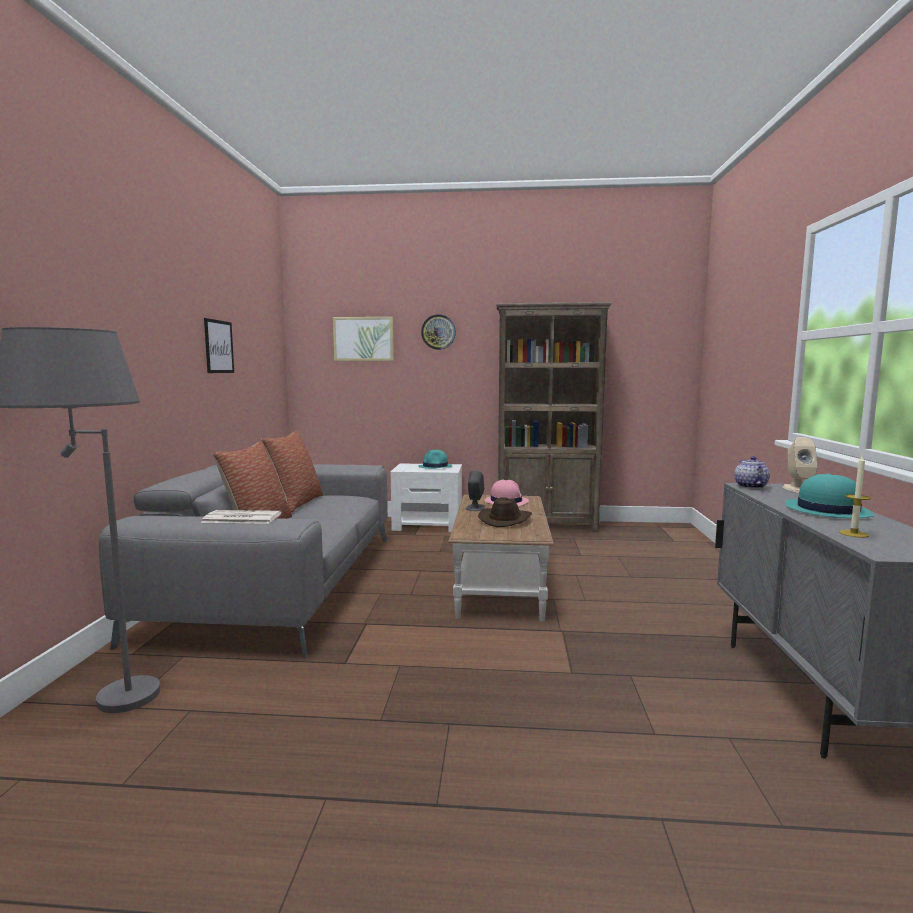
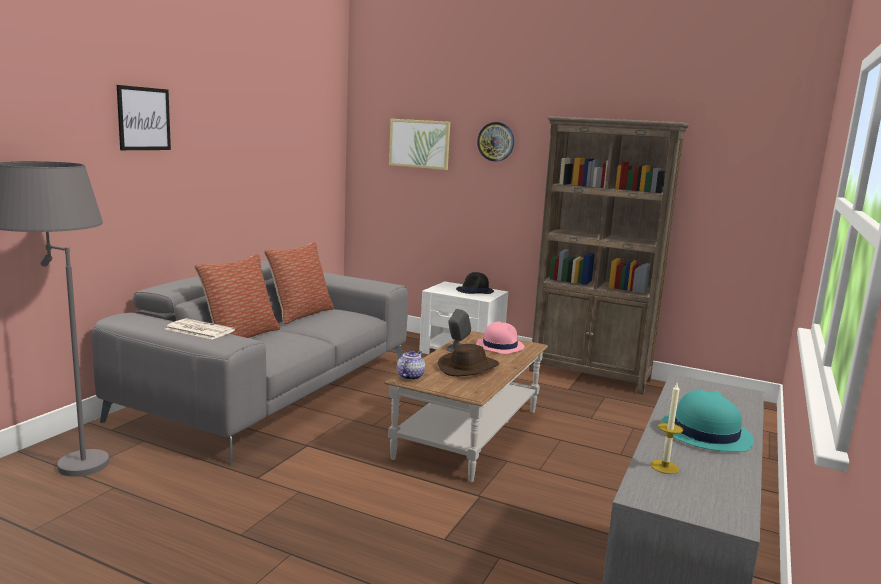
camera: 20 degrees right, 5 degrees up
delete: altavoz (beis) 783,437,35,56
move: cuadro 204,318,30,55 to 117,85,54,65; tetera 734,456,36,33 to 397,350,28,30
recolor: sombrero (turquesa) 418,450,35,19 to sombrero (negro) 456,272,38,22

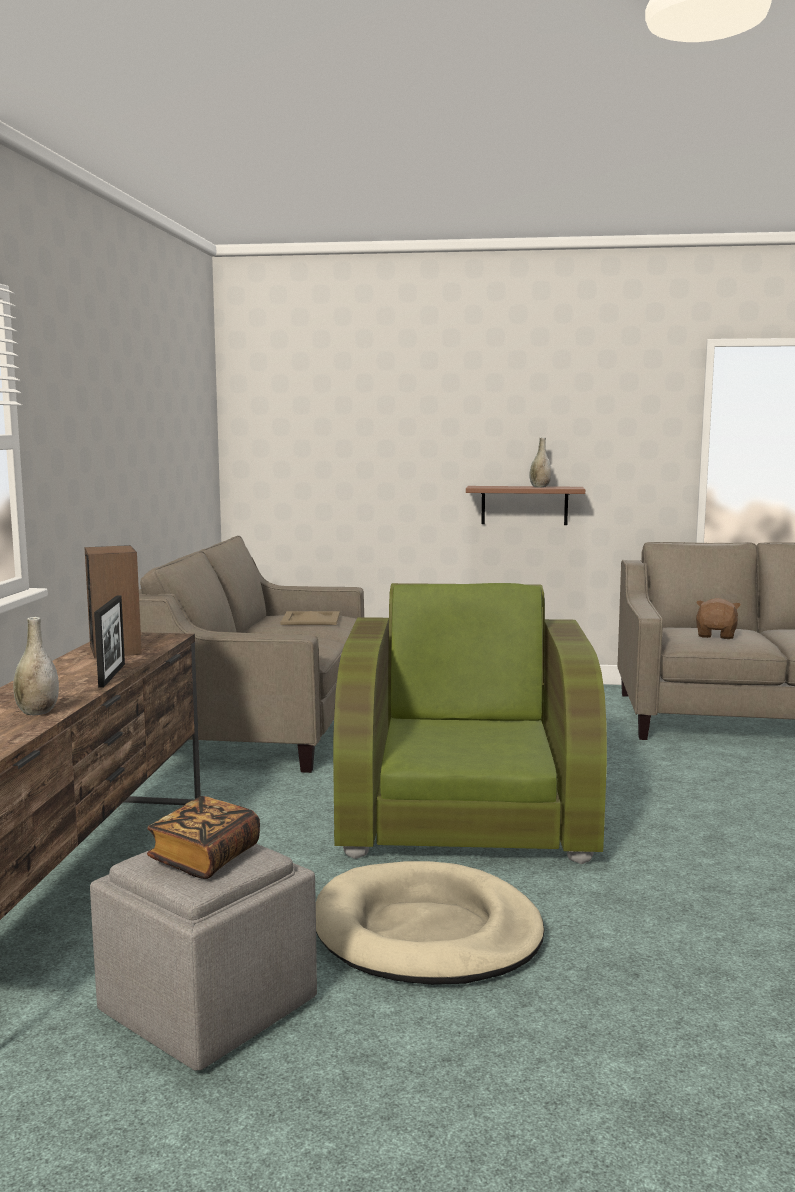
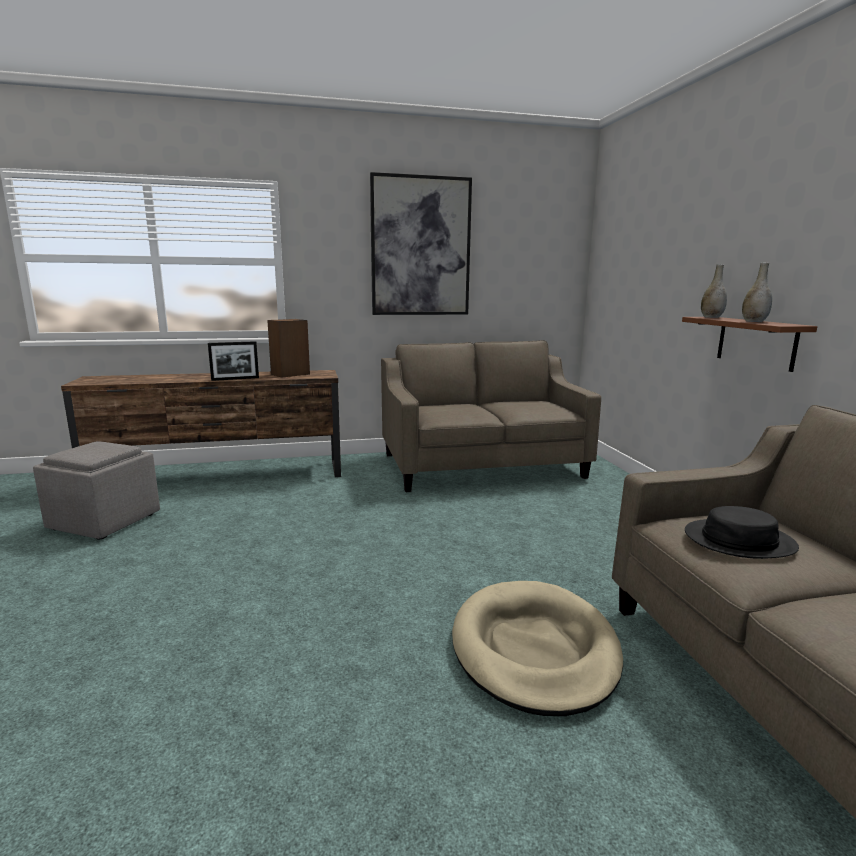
camera: 70 degrees right, 5 degrees up
delete: sillón (verde) 333,583,274,281; bandeja (beis) 280,611,60,14; libro 147,796,113,83
insert: cuadro 370,172,102,143
move: florero (gris) 13,617,46,98 to 701,264,26,54; cama para perro (beis) 316,861,228,124 to 452,581,171,135
replace: peluche (marrón) 696,598,45,41 to sombrero (negro) 685,506,114,53

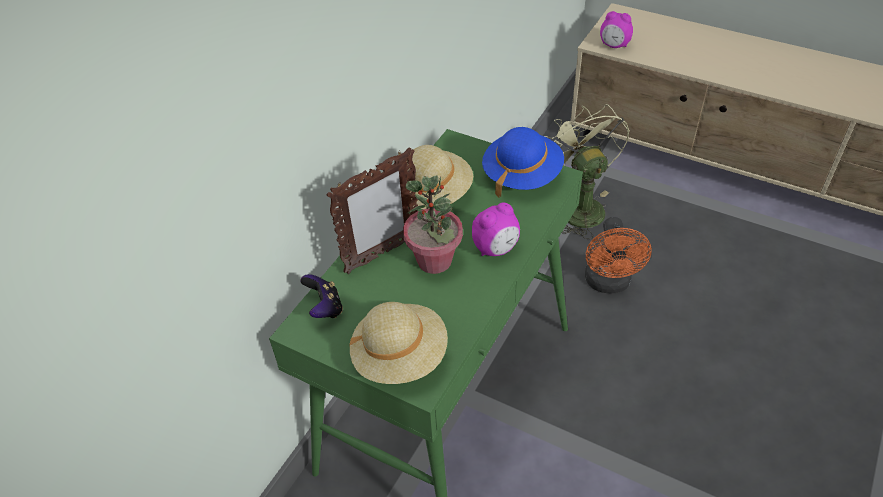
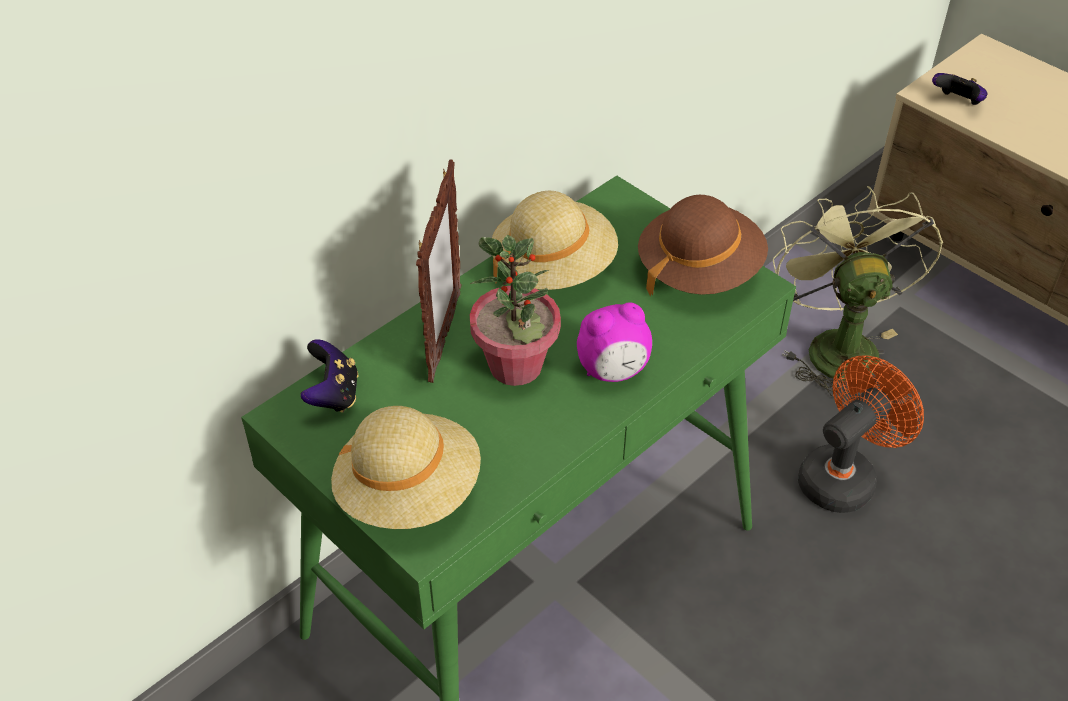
camera: 15 degrees right, 0 degrees up
replace: despertador 600,11,33,37 to mando de consola 932,73,56,32
recolor: sombrero (azul) 482,127,82,70 to sombrero (marrón) 638,195,130,101
rotate: portarretratos 326,147,92,127 = 416,159,45,224 60 degrees counterclockwise; ventilador (naranja) 585,217,67,76 = 798,356,126,157 150 degrees counterclockwise

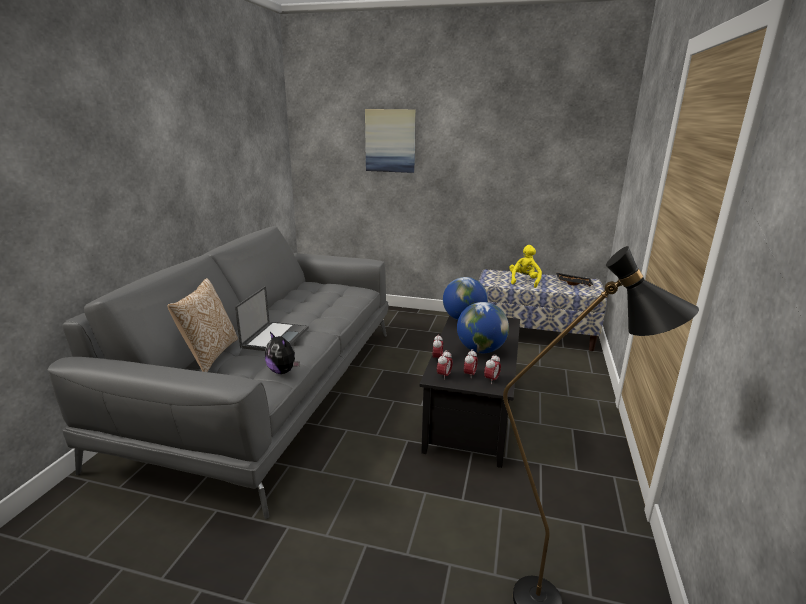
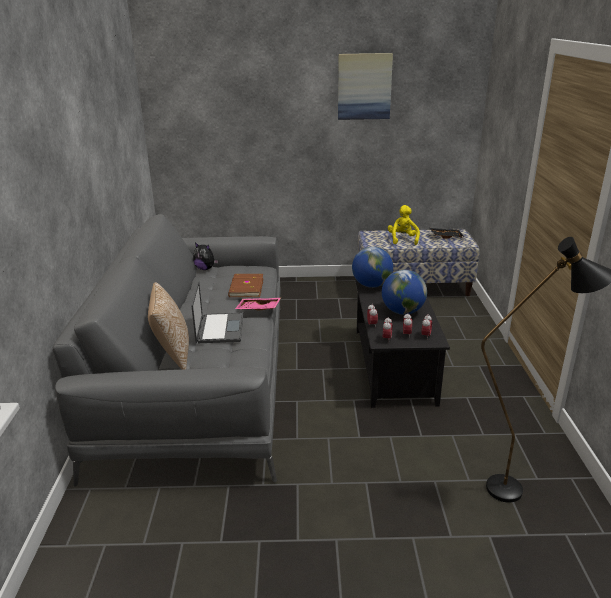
camera: 15 degrees left, 5 degrees up
insert: libro (marrón) 228,274,36,23; bandeja (rosa) 235,298,46,12
move: cuadro 365,109,51,64 to 338,53,55,67; peluche 265,332,35,42 to 193,242,25,28

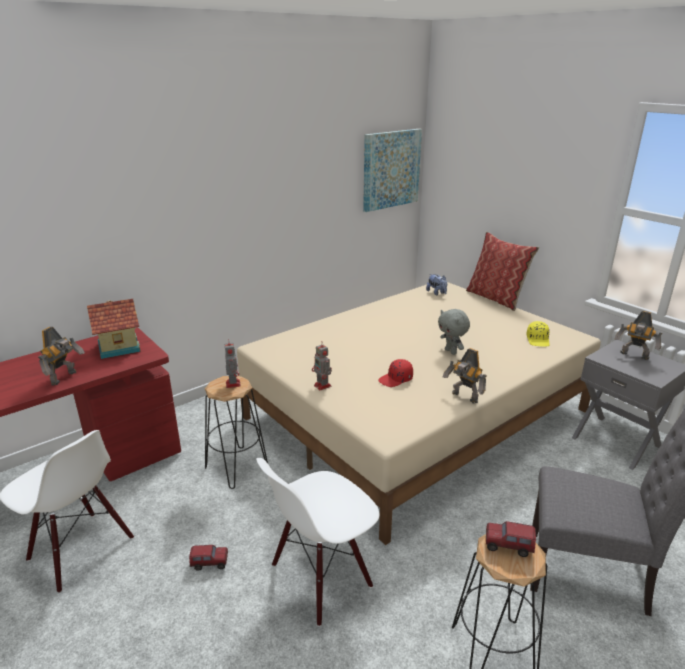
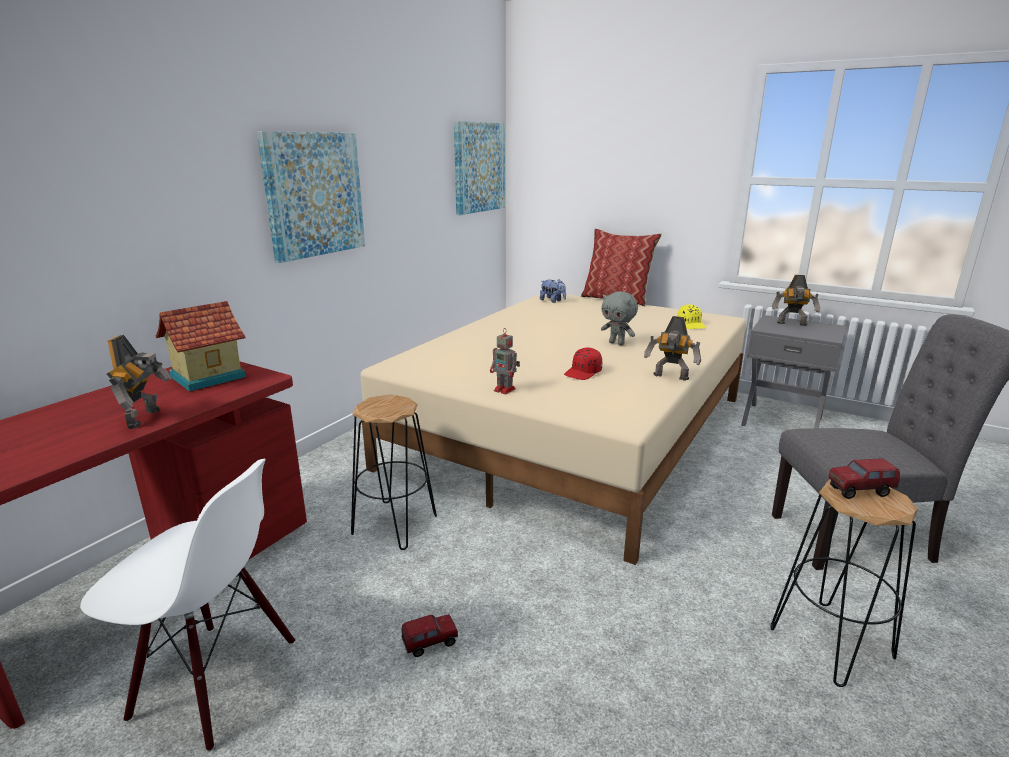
camera: 20 degrees left, 5 degrees down
delete: robot de juguete 225,343,16,45; silla (blanco) 256,458,123,169
insert: cuadro 257,131,108,132

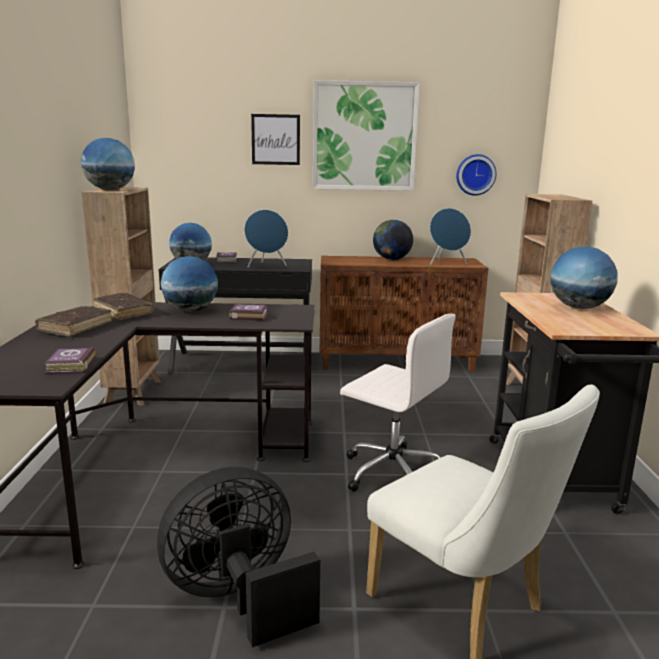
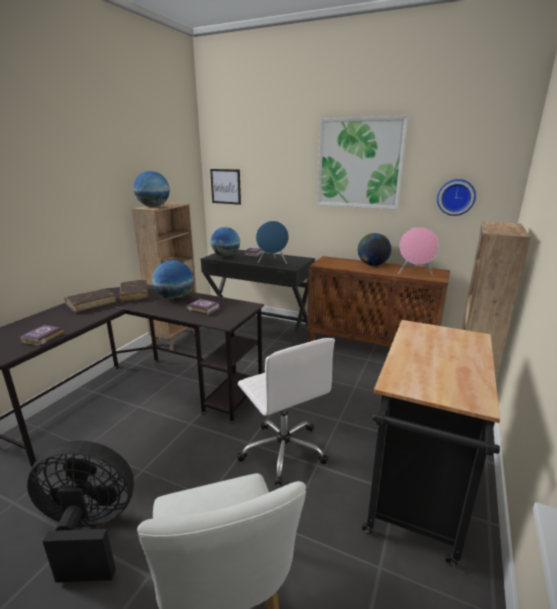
camera: 25 degrees right, 5 degrees up
delete: globo terráqueo 551,247,67,62
move: cuadro 251,114,49,51 to 210,169,31,36
recolor: altavoz (azul) 430,208,41,57 to altavoz (rosa) 398,227,41,49

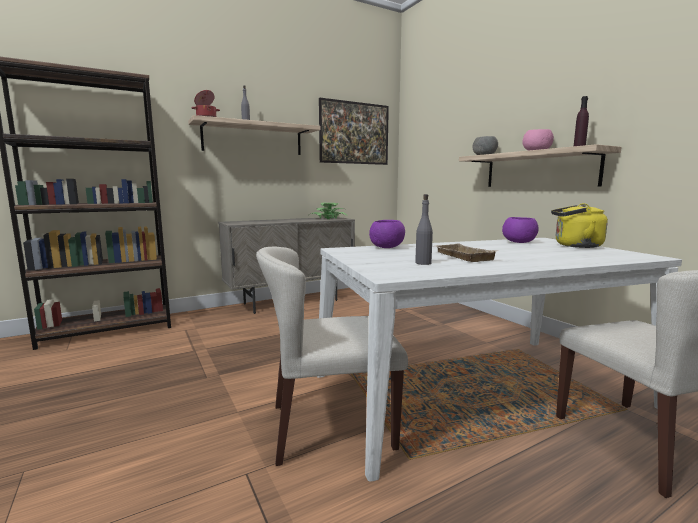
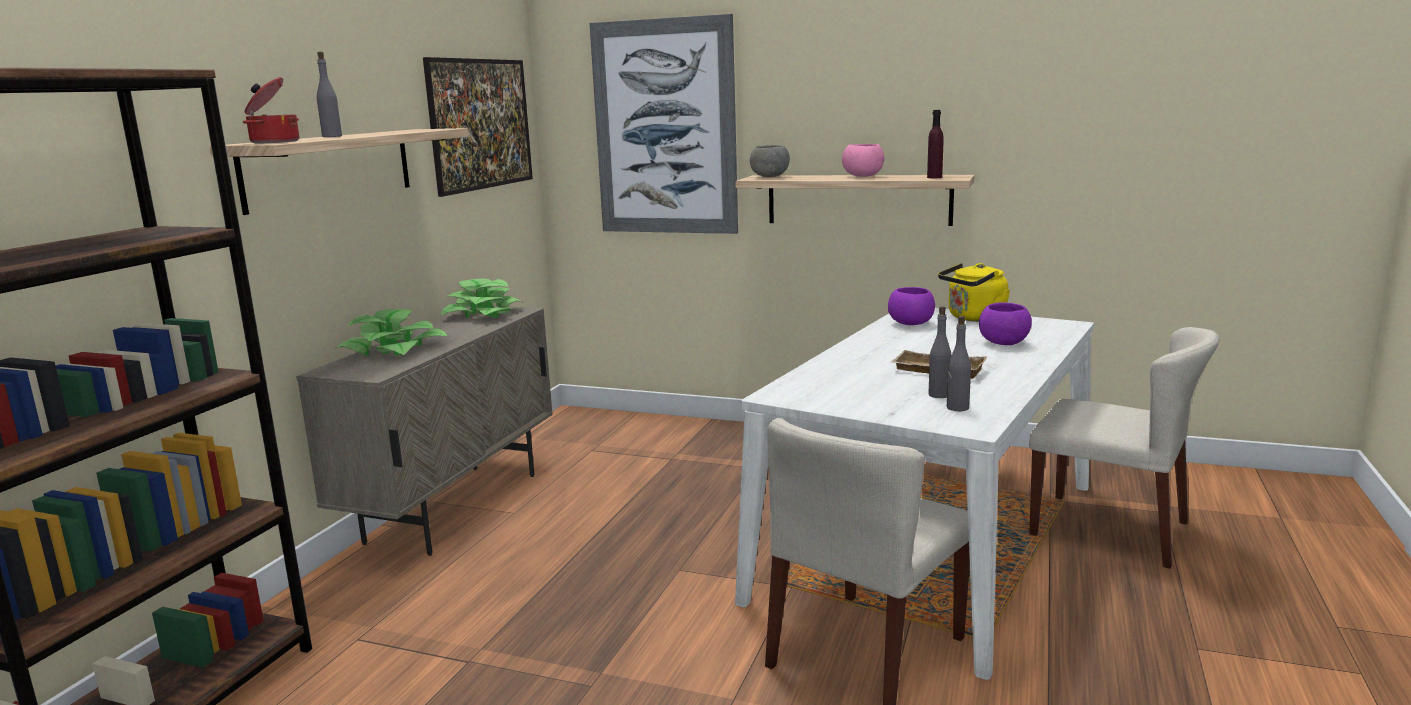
camera: 40 degrees left, 5 degrees up
insert: cuadro 590,14,148,220; planta en maceta 335,309,112,47; botella (gris) 947,316,24,95
move: cuenco (morado) 369,220,36,28 to 979,303,53,42

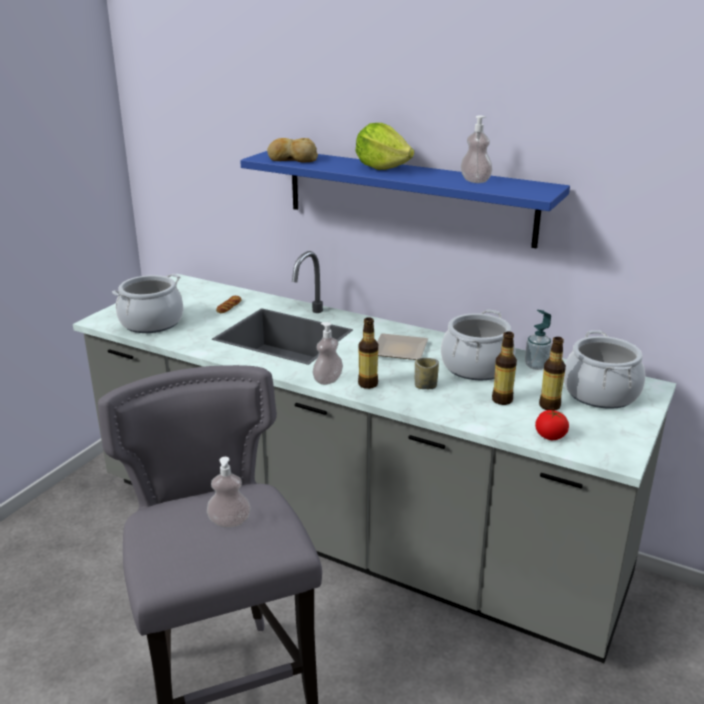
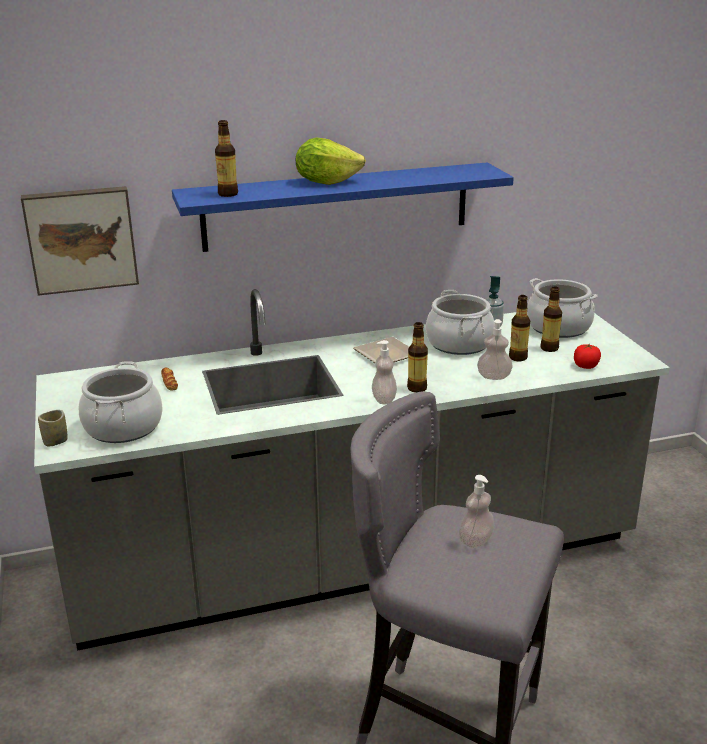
camera: 45 degrees left, 0 degrees up
insert: cuadro 21,186,118,110
move: dispensador de jabón 461,116,31,67 to 477,319,36,61; taza 415,358,24,31 to 38,410,30,36
replace: pan 267,138,51,25 to botella 215,120,23,77

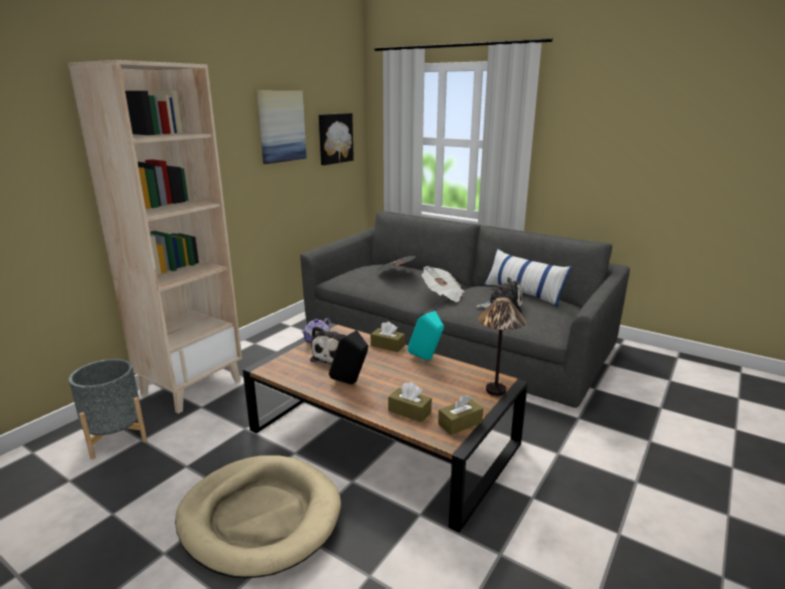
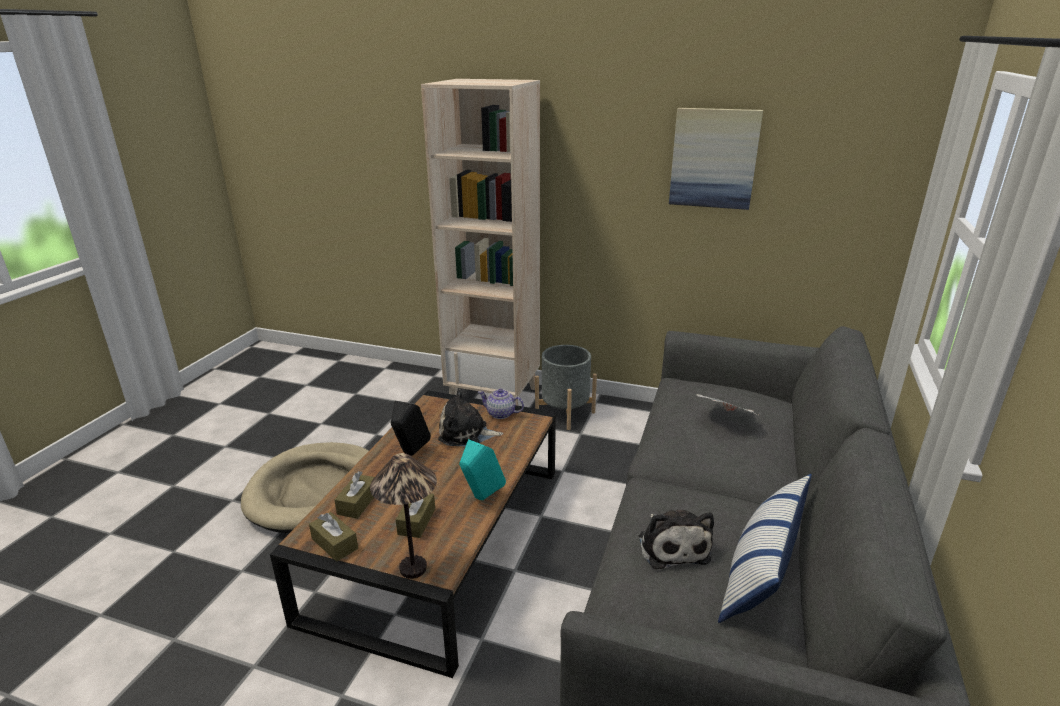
camera: 75 degrees right, 5 degrees up
delete: cuadro 319,113,35,52; periódico 422,266,42,36
move: caja de pañuelos (marrón) 371,321,34,31 to 396,493,39,45; maceta (gris) 69,359,78,100 to 535,345,62,85

